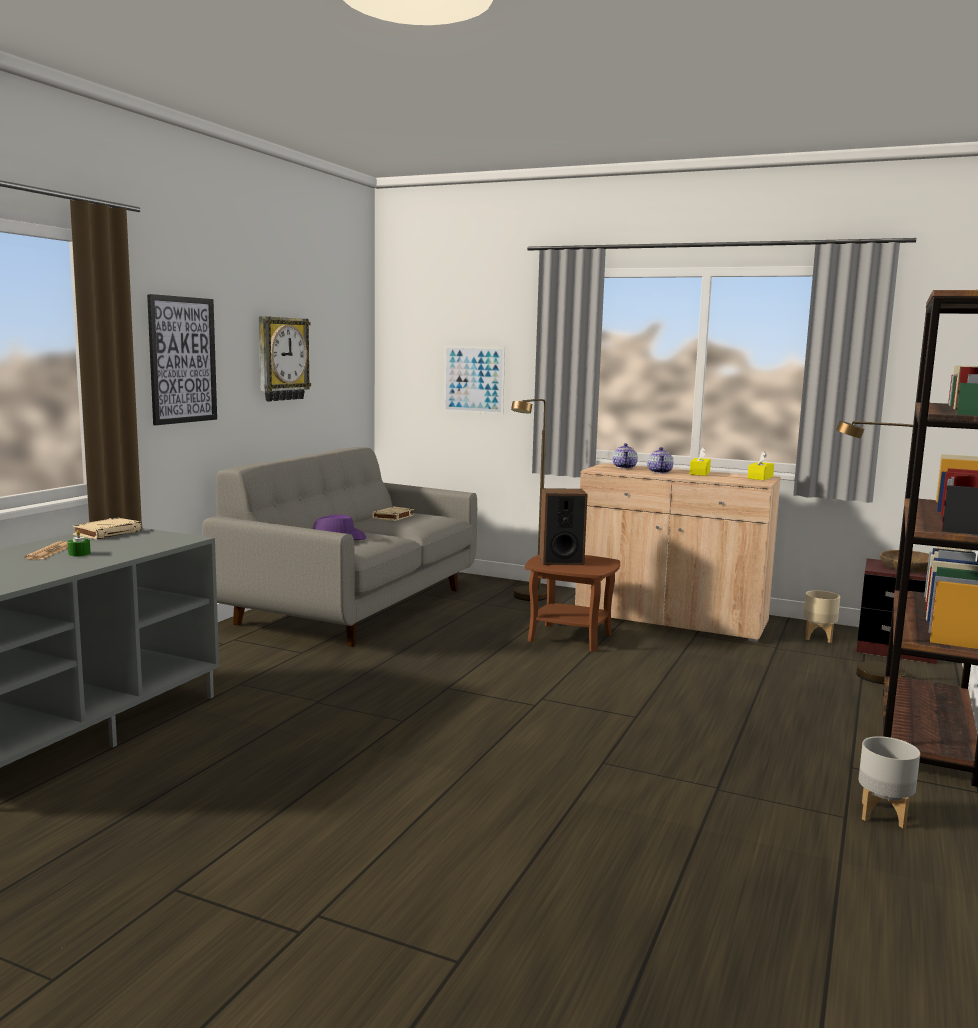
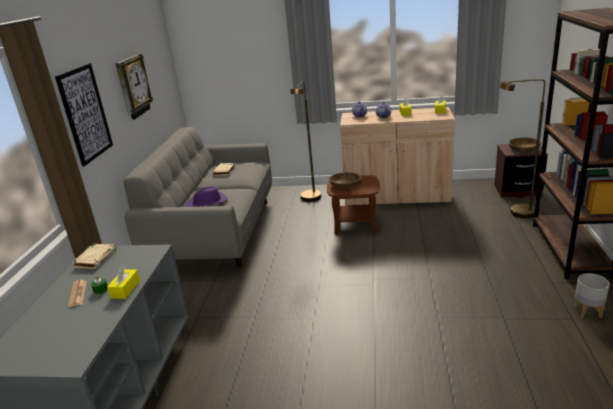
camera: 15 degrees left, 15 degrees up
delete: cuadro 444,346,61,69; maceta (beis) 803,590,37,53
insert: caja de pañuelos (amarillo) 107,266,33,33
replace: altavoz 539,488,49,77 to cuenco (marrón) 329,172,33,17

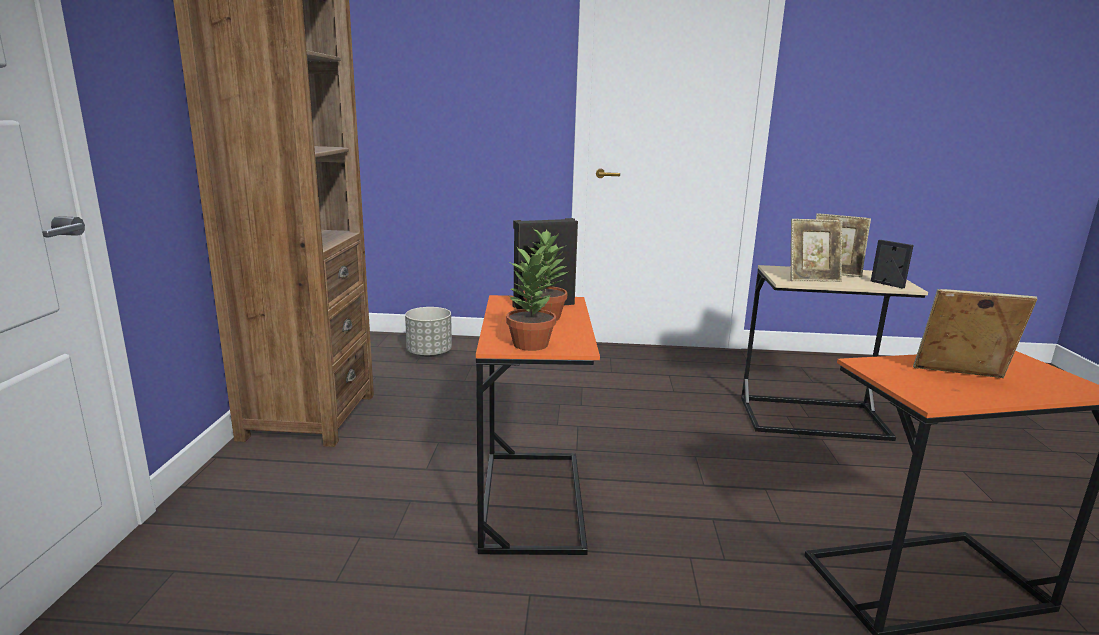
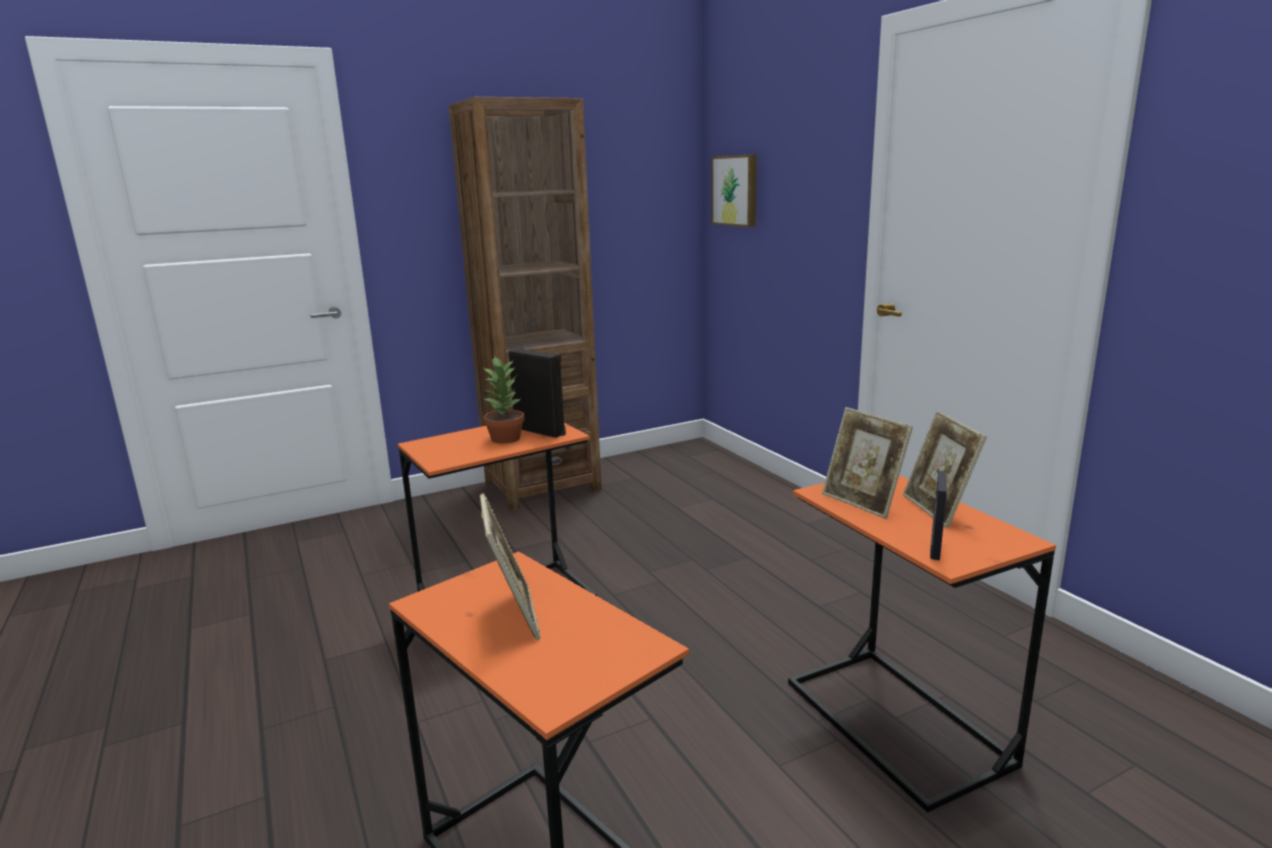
camera: 60 degrees right, 0 degrees up
delete: planta en maceta 506,244,50,107; maceta (gris) 405,307,47,50
insert: cuadro 712,154,45,73
recolor: mesa auxiliar (beis) 741,265,187,176 to mesa auxiliar (naranja) 788,475,268,337

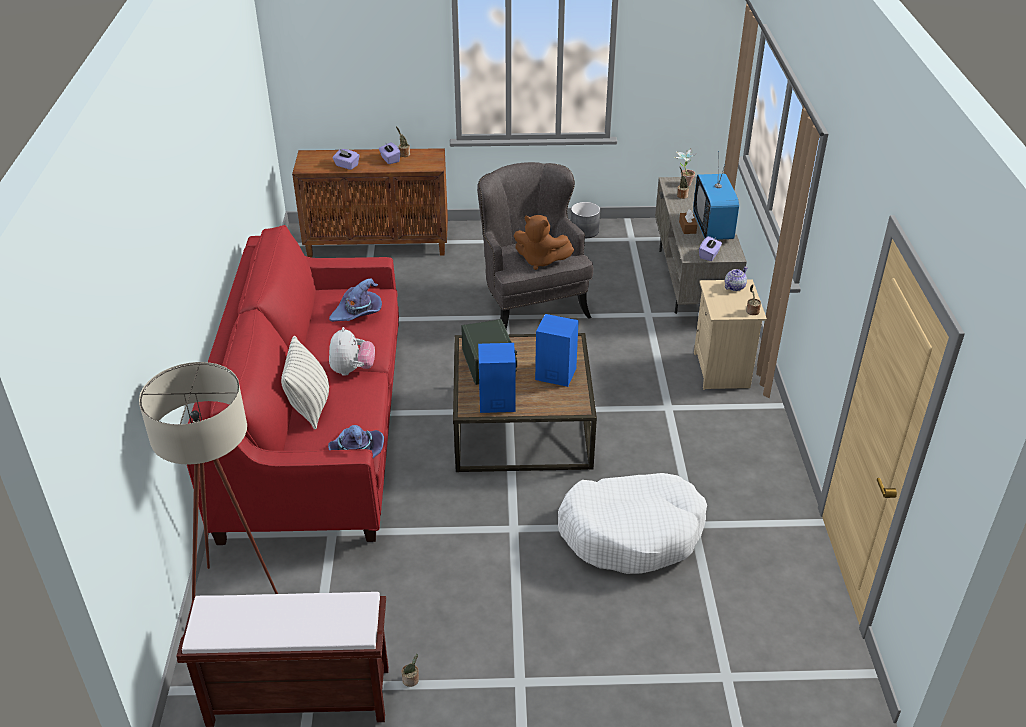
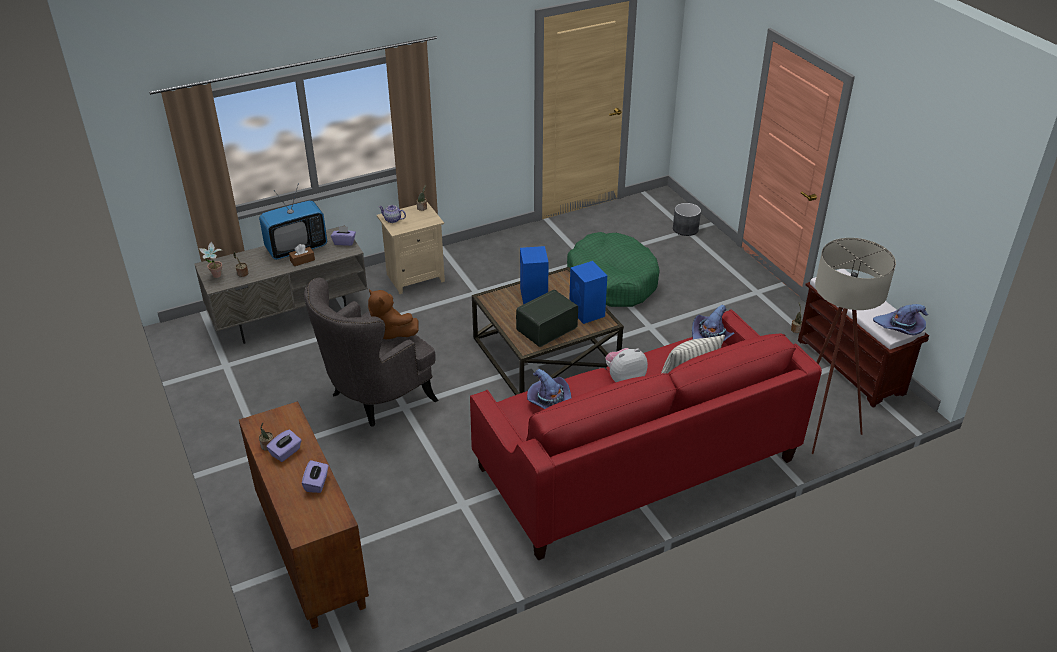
camera: 115 degrees left, 0 degrees up
insert: sombrero (morado) 873,304,55,32
move: maceta (gris) 571,202,29,36 to 673,203,28,33
recolor: cama para perro (blanco) 558,473,149,101 to cama para perro (verde) 567,232,93,75
rotate: peluche (marrón) 514,215,60,55 = 368,289,51,50 135 degrees clockwise

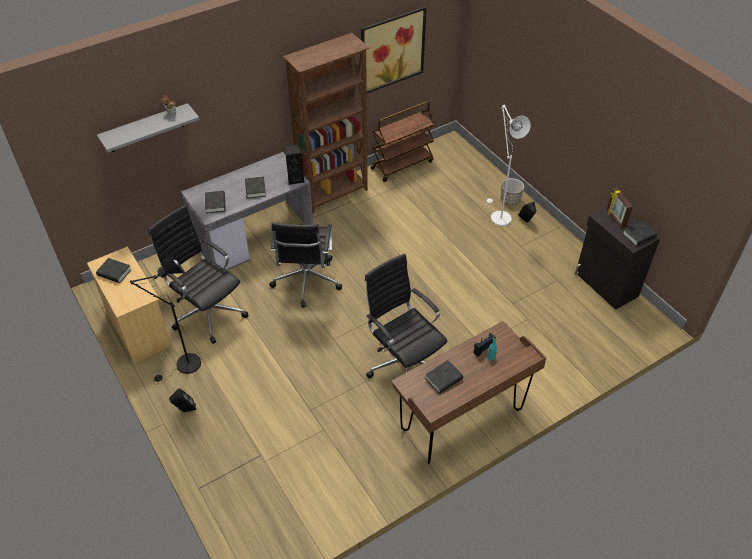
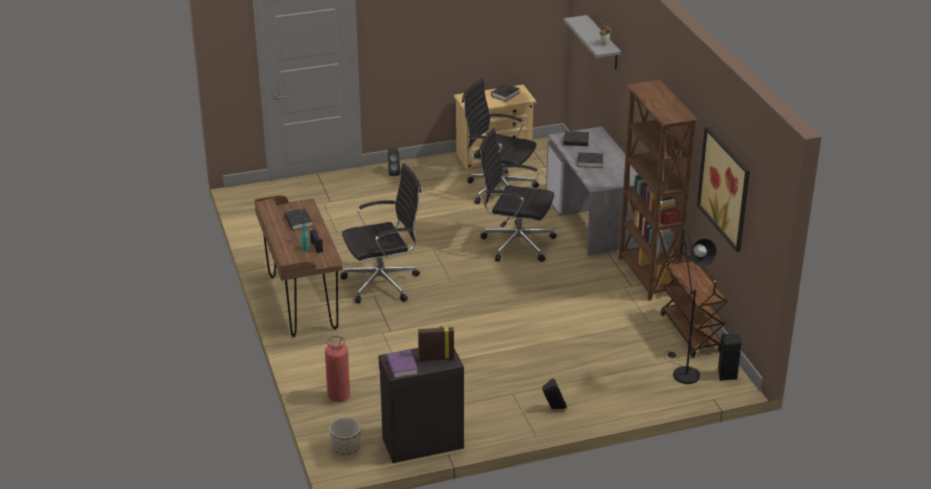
camera: 105 degrees right, 15 degrees down
delete: lámpara de pie (blanco) 484,105,47,121
insert: extintor 325,336,25,66
move: altavoz (negro) 286,144,18,41 to 718,333,24,48; maceta 500,178,24,27 to 329,417,32,38; lámpara de pie (negro) 130,251,71,133 to 664,228,53,156
recolor: libro (negro) 623,221,34,25 to libro (morado) 386,350,32,28
rotate: silla de oficina (negro) 148,205,100,139 = 462,78,77,126 120 degrees counterclockwise

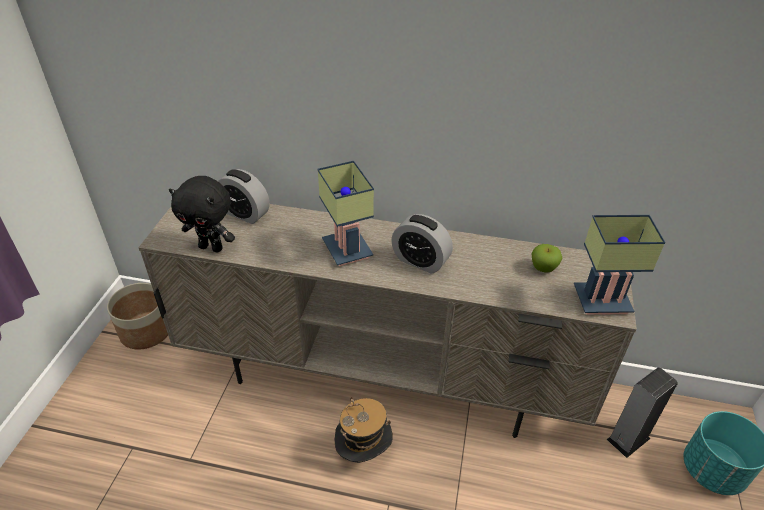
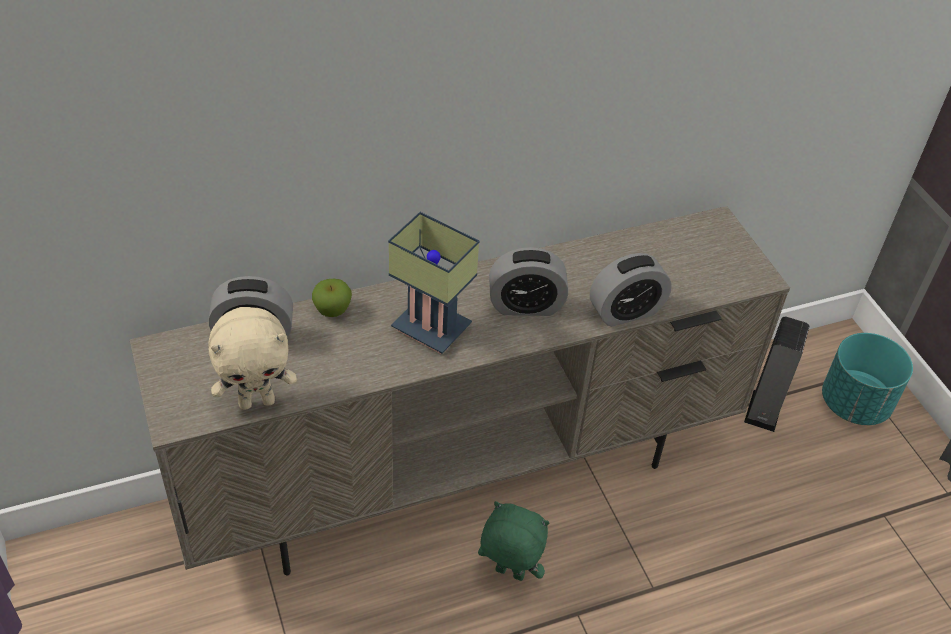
camera: 35 degrees left, 5 degrees up
delete: lámpara de mesa 574,215,91,100; maceta 107,283,61,67
insert: despertador 590,253,82,74
move: manzana 531,244,31,28 to 312,279,40,38
replace: sombrero 335,397,58,66 to peluche (verde) 478,501,72,80
recolor: peluche (negro) 169,176,66,76 to peluche (beis) 208,307,89,103

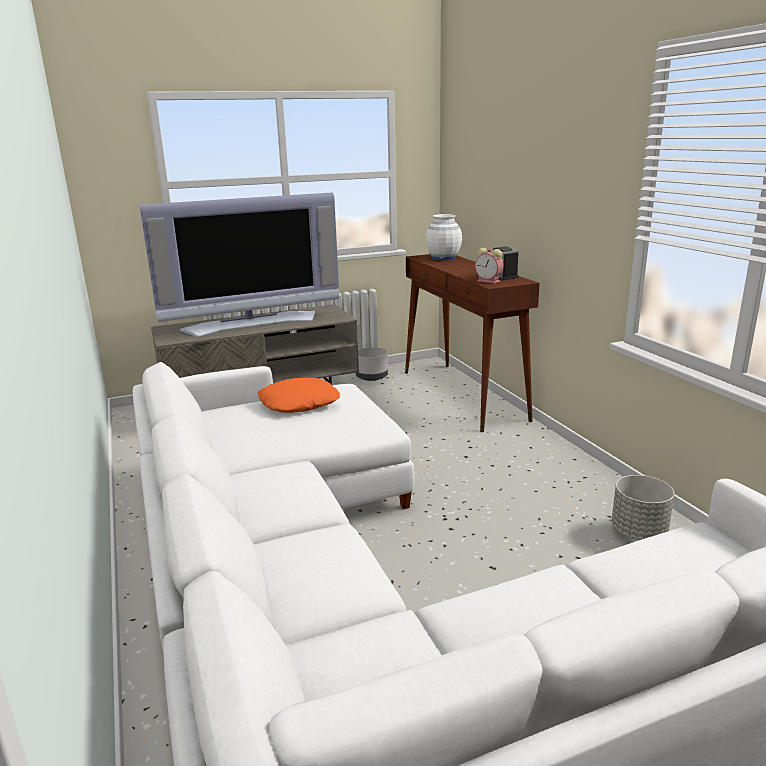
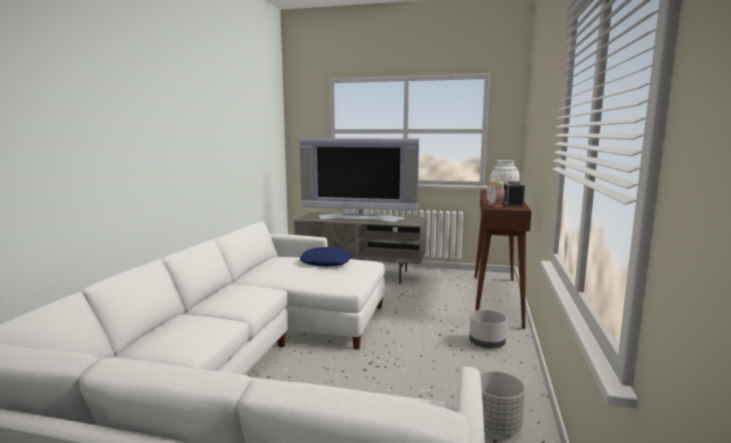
camera: 35 degrees right, 10 degrees down
move: maceta (gris) 356,347,32,34 to 469,310,38,39
recolor: cojín (naranja) 258,378,82,35 to cojín (azul) 300,247,52,20

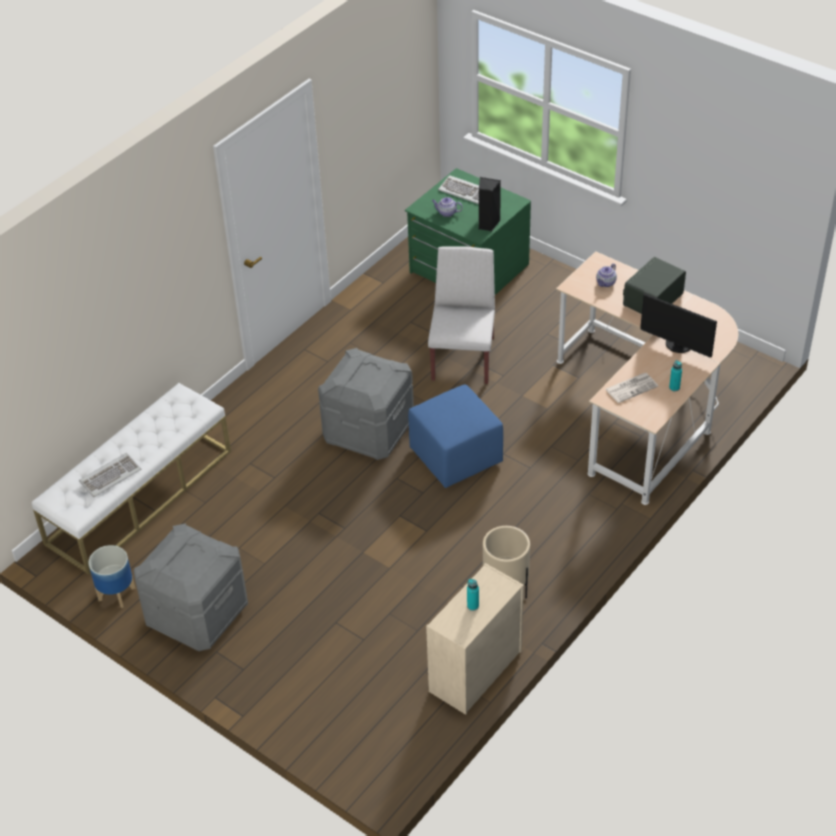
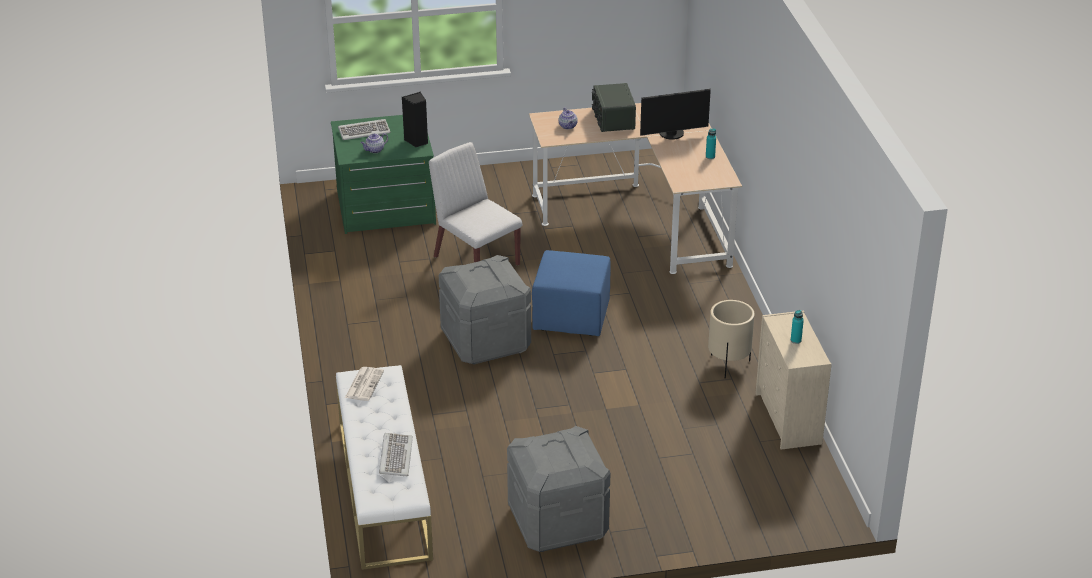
camera: 50 degrees left, 10 degrees down
delete: maceta 88,545,47,63
move: periódico 605,373,53,30 to 345,367,39,34

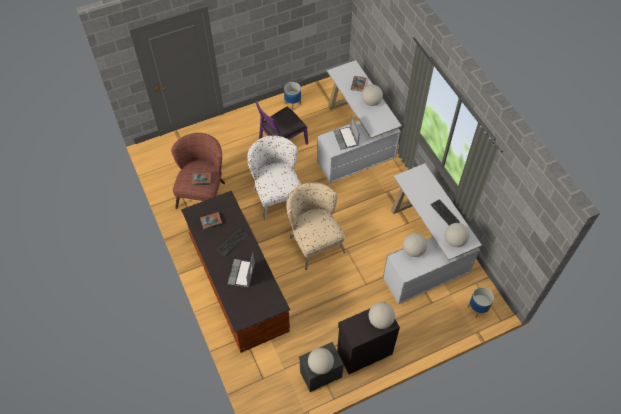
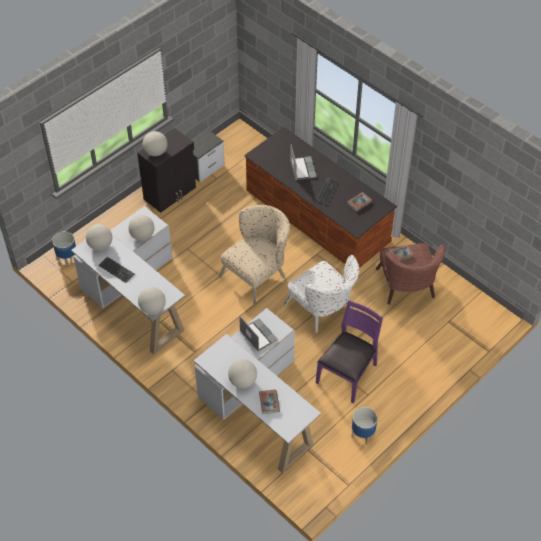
camera: 160 degrees right, 5 degrees down
move: globo terráqueo 308,348,26,26 to 138,287,28,28
rotate: sillón (beis) 286,182,60,88 = 219,205,71,100 90 degrees counterclockwise

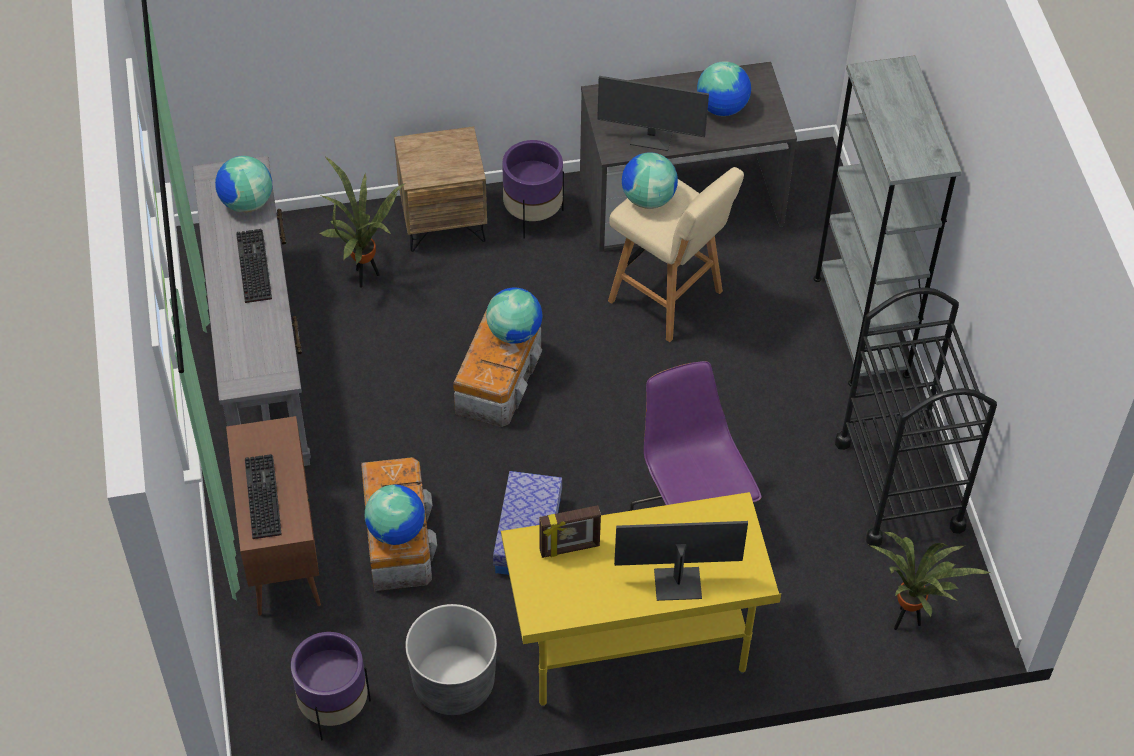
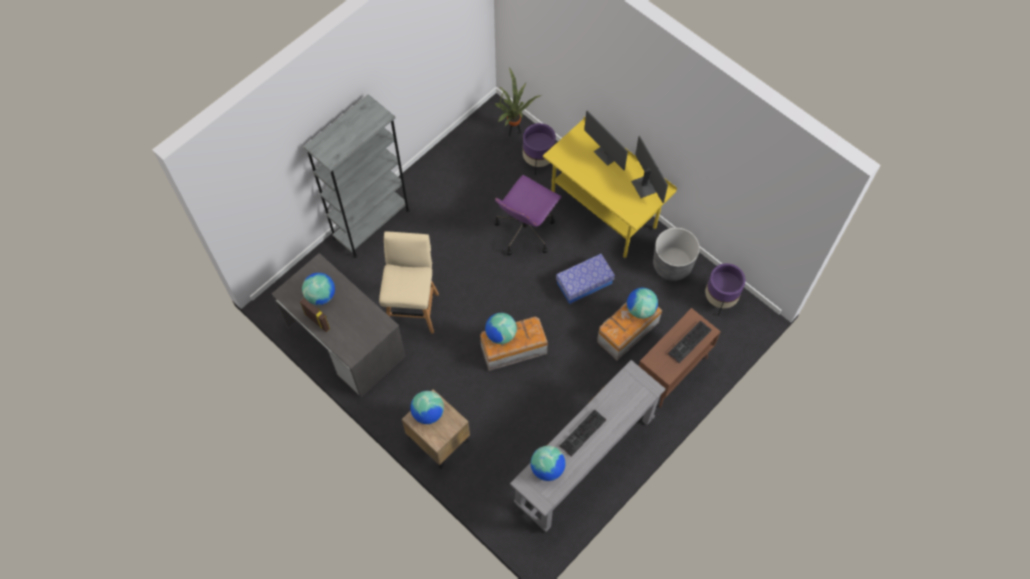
camera: 125 degrees left, 10 degrees up
delete: planta en maceta 319,157,87,131; carrito (negro) 835,287,162,260
move: monitor 597,76,112,75 to 631,136,37,67; maceta (morado) 502,140,62,99 to 523,123,33,52; globo terráqueo 622,152,56,57 to 410,391,34,33; portarretratos 539,505,62,53 to 300,298,30,34

